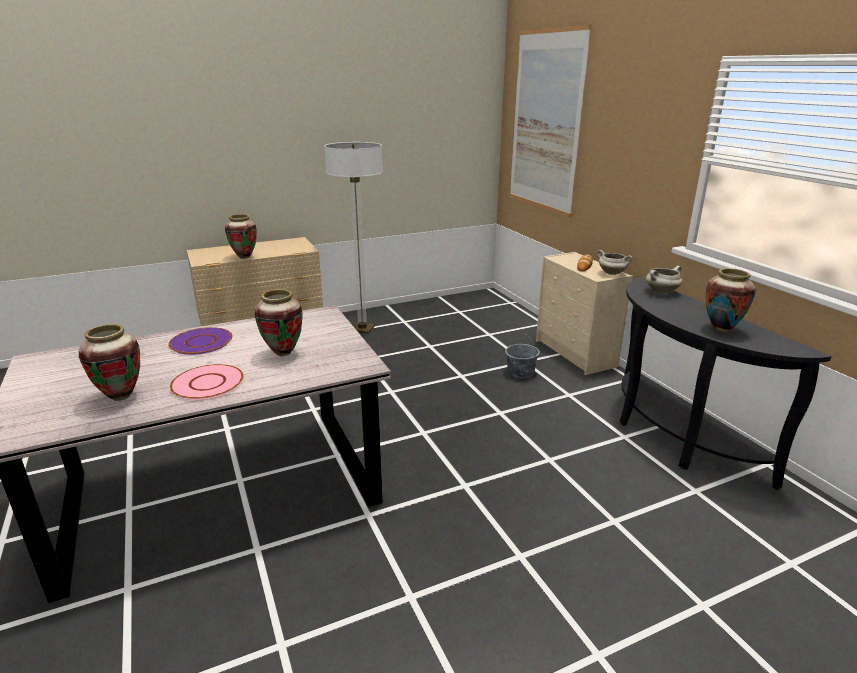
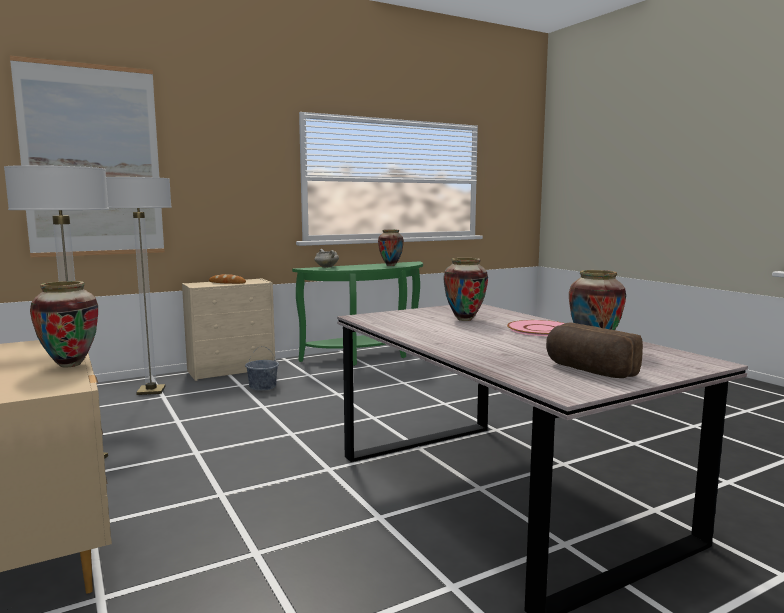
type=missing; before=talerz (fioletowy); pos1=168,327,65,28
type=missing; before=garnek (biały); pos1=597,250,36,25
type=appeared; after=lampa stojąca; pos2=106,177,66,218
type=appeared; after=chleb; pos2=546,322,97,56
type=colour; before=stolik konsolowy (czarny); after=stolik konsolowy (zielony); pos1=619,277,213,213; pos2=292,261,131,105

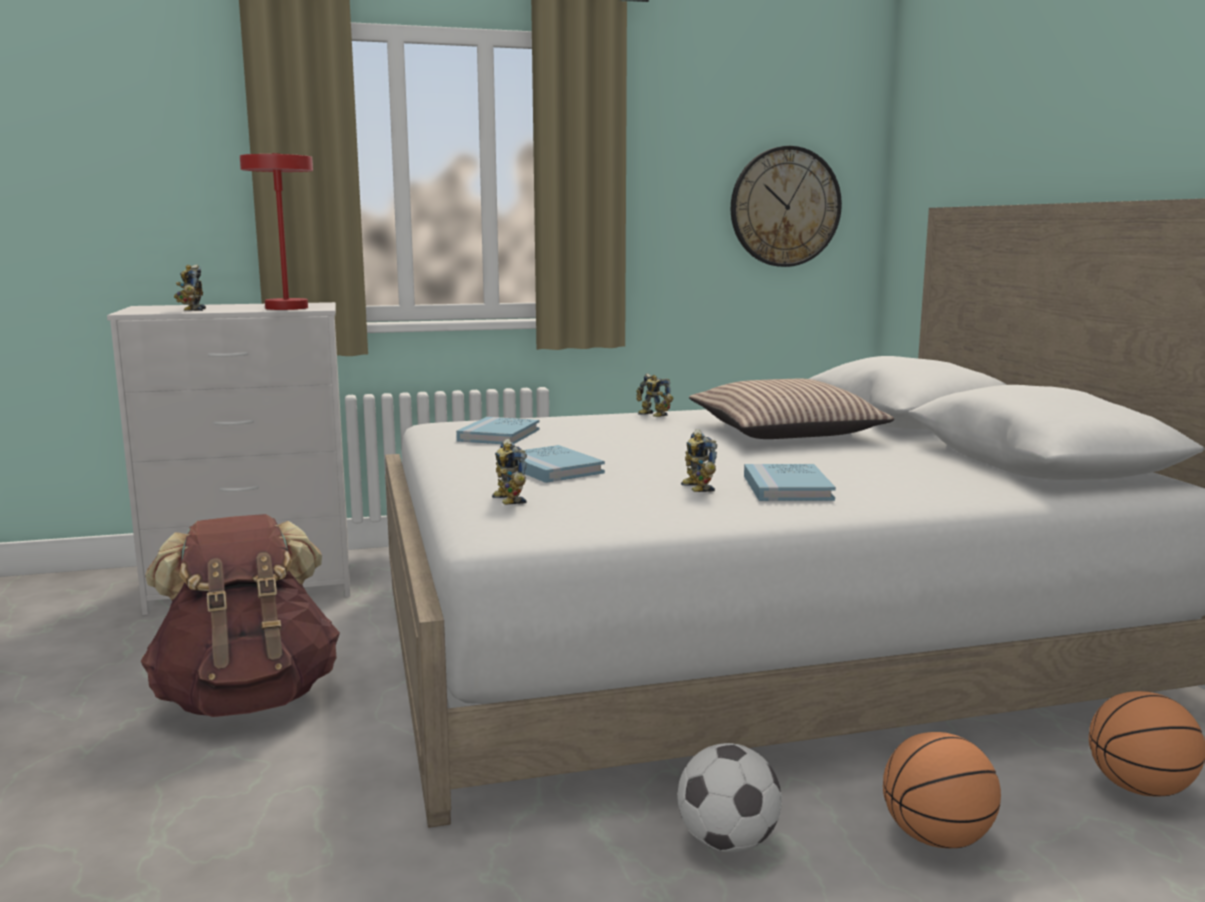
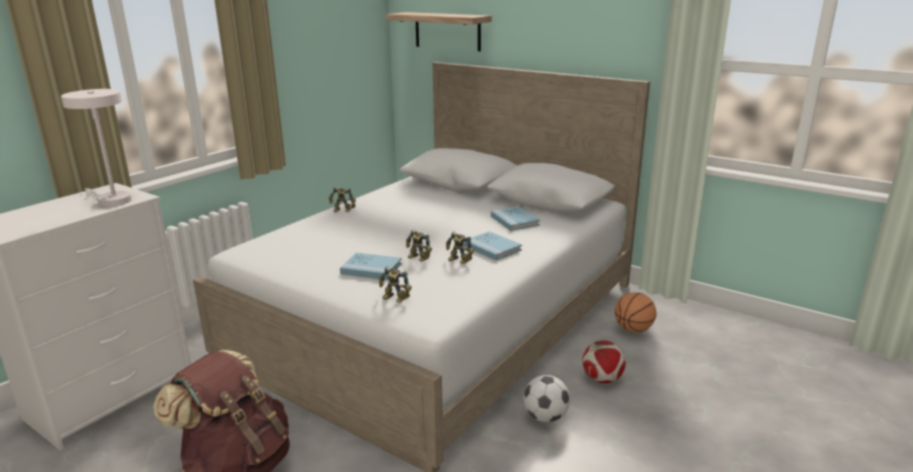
type=missing; before=poduszka; pos1=689,379,205,60
type=missing; before=zegar ścienny; pos1=731,146,111,121
type=appeared; after=półka; pos2=386,12,106,39
type=relocated; before=robot zabawkowy; pos1=174,265,32,46; pos2=406,229,26,33
type=relocated; before=książka (niebieski); pos1=456,417,84,27; pos2=491,207,49,24
type=exchanged; before=piłka do koszykówki; after=piłka futbolowa; pos1=883,732,118,116; pos2=582,341,44,42
type=colour; before=lampa stołowa (czerwony); after=lampa stołowa (biały); pos1=240,153,73,157; pos2=61,89,71,118

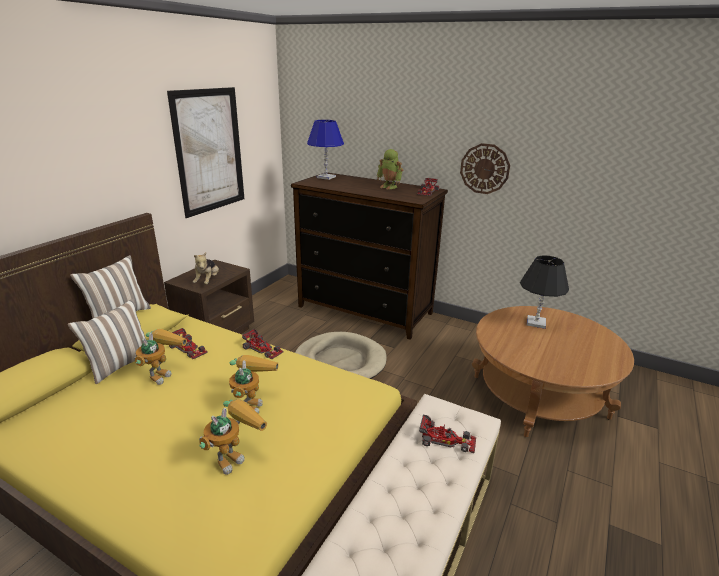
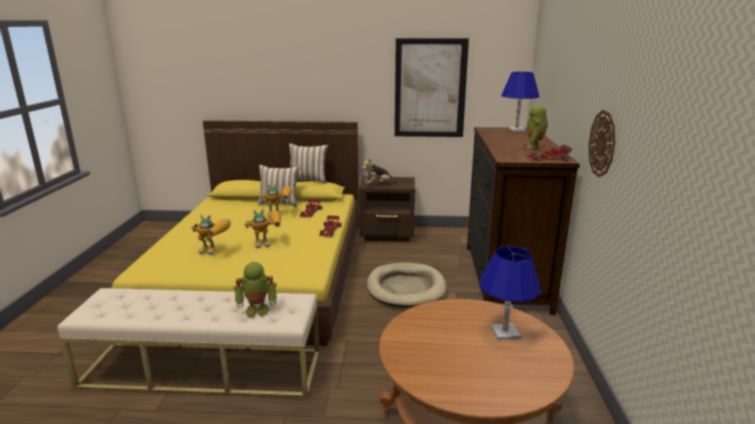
type=exchanged; before=samochodzik; after=robot zabawkowy; pos1=419,415,57,38; pos2=234,262,43,56
type=colour; before=lampa stołowa (czarny); after=lampa stołowa (niebieski); pos1=520,255,49,74; pos2=480,246,62,95

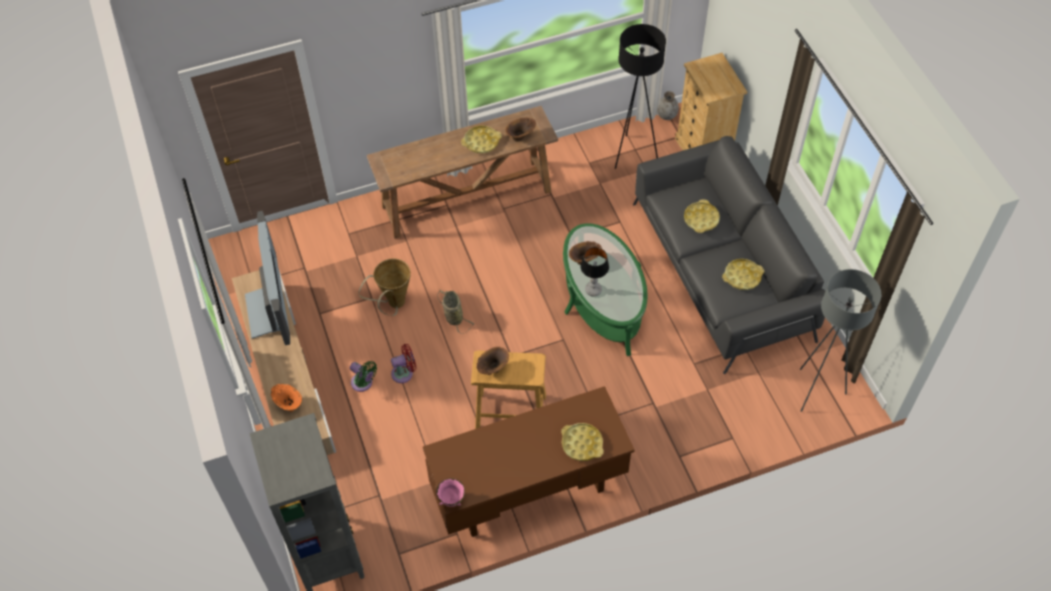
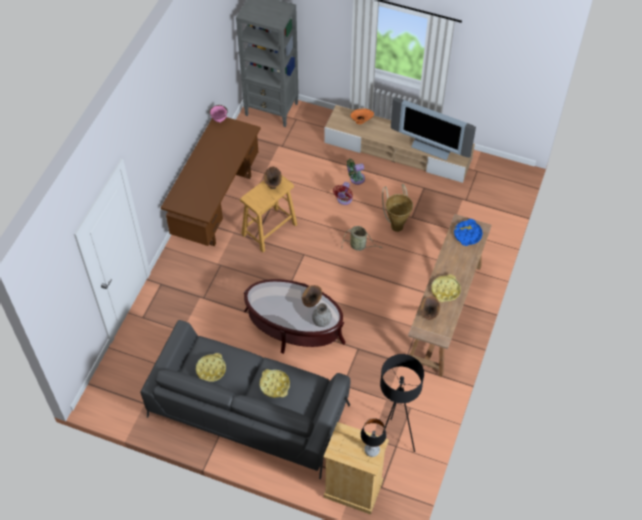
type=missing; before=taca (żółty); pos1=561,423,43,38
type=missing; before=lampa stojąca (szary); pos1=800,269,81,143
type=appeared; after=taca (niebieski); pos2=454,219,29,27
type=relocated; before=lampa stołowa; pos1=581,247,28,49; pos2=361,418,26,39
type=relocated; before=wazon (szary); pos1=657,91,22,29; pos2=312,303,20,24
type=colour; before=ława (zielony); after=ława (brązowy); pos1=563,223,85,133; pos2=244,279,101,75

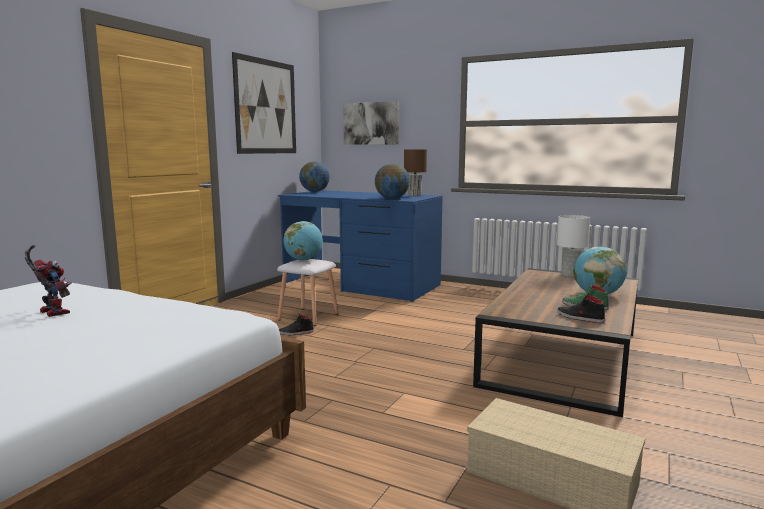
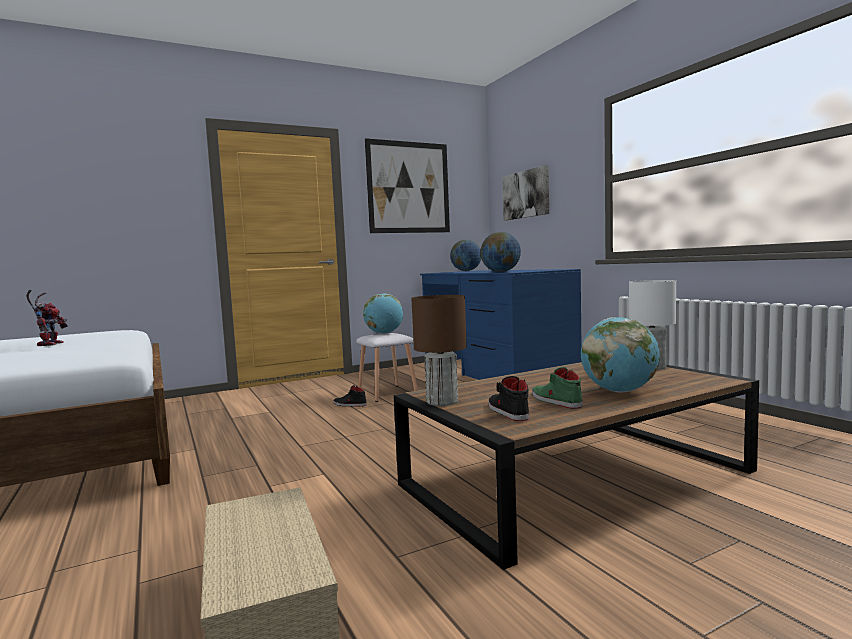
type=relocated; before=lampa stołowa (brązowy); pos1=404,150,23,46; pos2=411,295,56,111

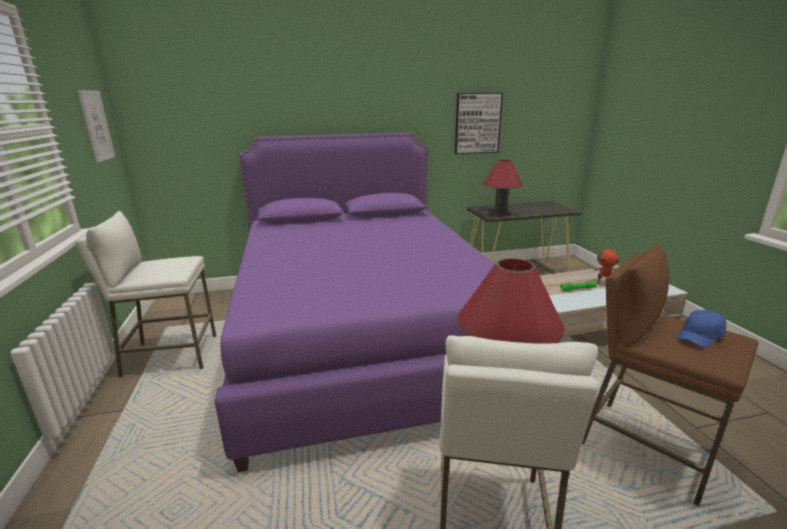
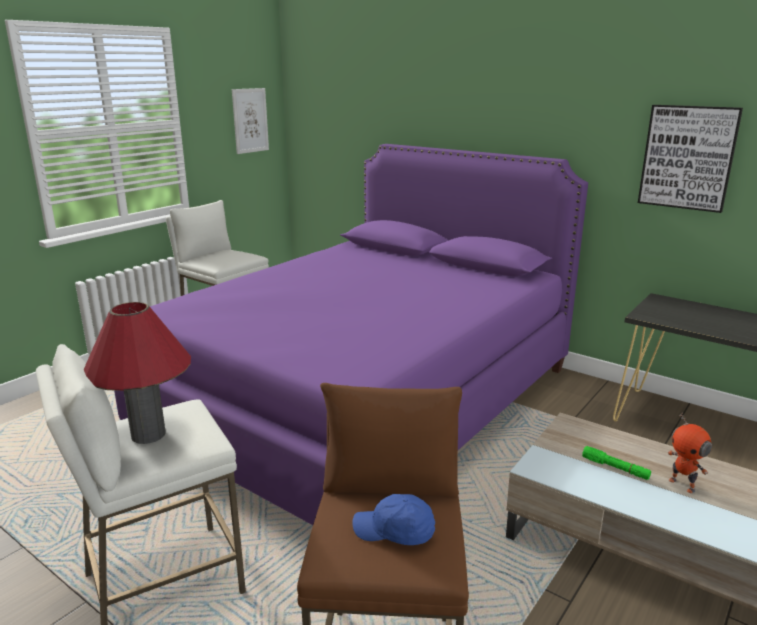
type=missing; before=lampa stołowa (czerwony); pos1=483,160,40,55

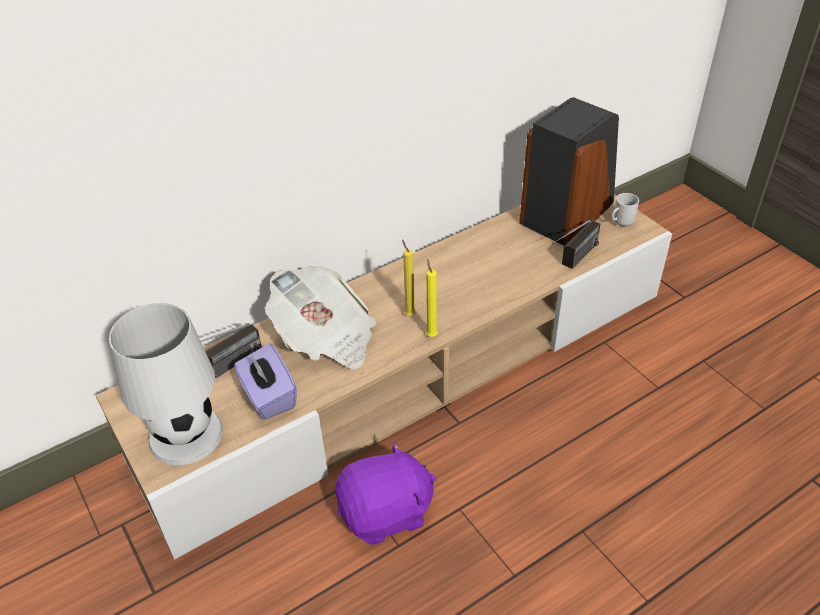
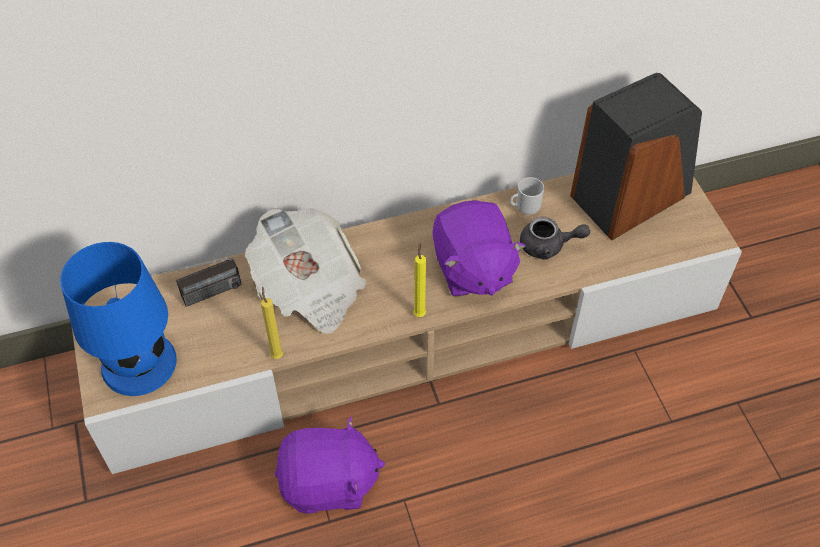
type=missing; before=pudełko chusteczek (fioletowy); pos1=234,343,63,77
type=missing; before=radio; pos1=552,220,48,49
type=appeared; after=pluszak (fioletowy); pos2=432,200,94,97
type=appeared; after=imbryk (szary); pos2=520,217,70,43
type=relocated; before=świeca (żółty); pos1=402,239,14,77; pos2=261,286,22,73
type=relocated; before=kubek; pos1=612,193,27,33; pos2=510,177,34,38
type=colour; before=lampa stołowa (biały); after=lampa stołowa (niebieski); pos1=109,303,114,162; pos2=60,242,117,154

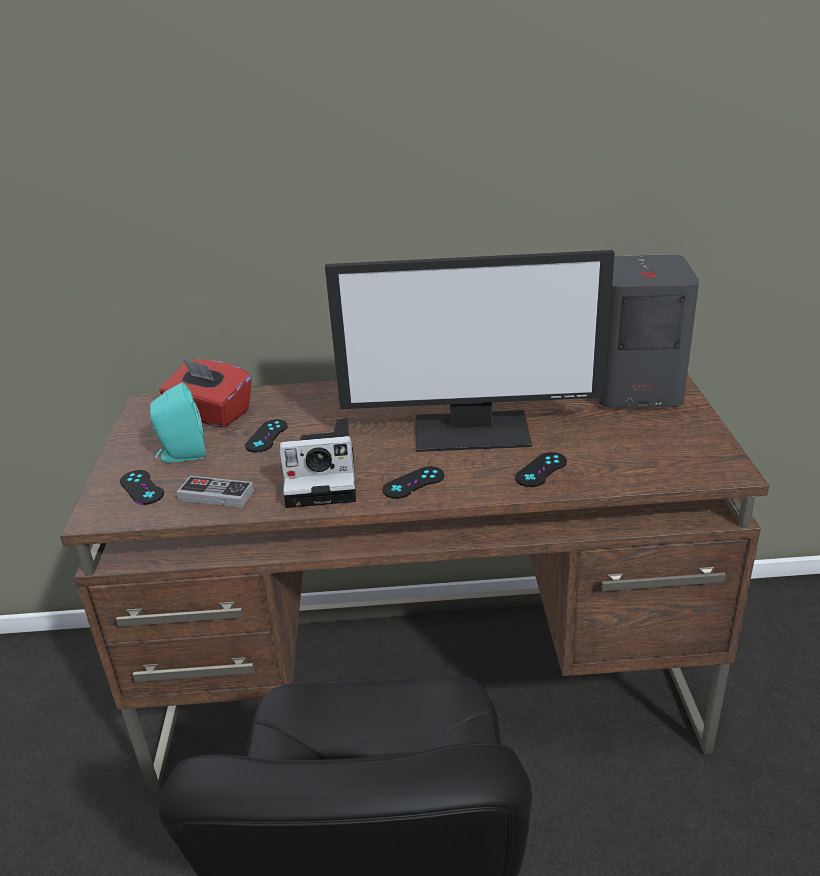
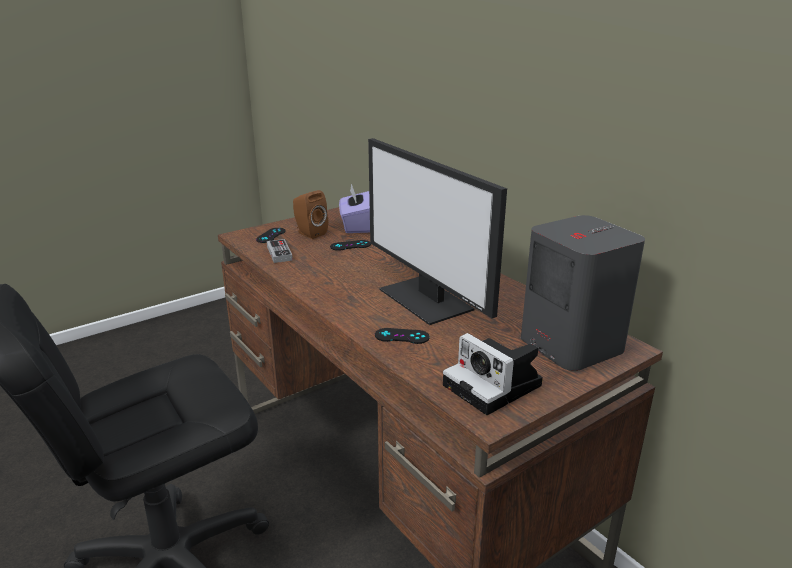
type=missing; before=pad do gier (czarny); pos1=383,466,61,33
type=relocated; before=aparat fotograficzny; pos1=279,418,77,90; pos2=443,333,100,82
type=colour; before=głośnik (turkusowy); after=głośnik (brązowy); pos1=150,383,56,80; pos2=293,190,35,49
type=colour; before=pudełko chusteczek (czerwony); after=pudełko chusteczek (fioletowy); pos1=160,358,92,70; pos2=339,184,31,49

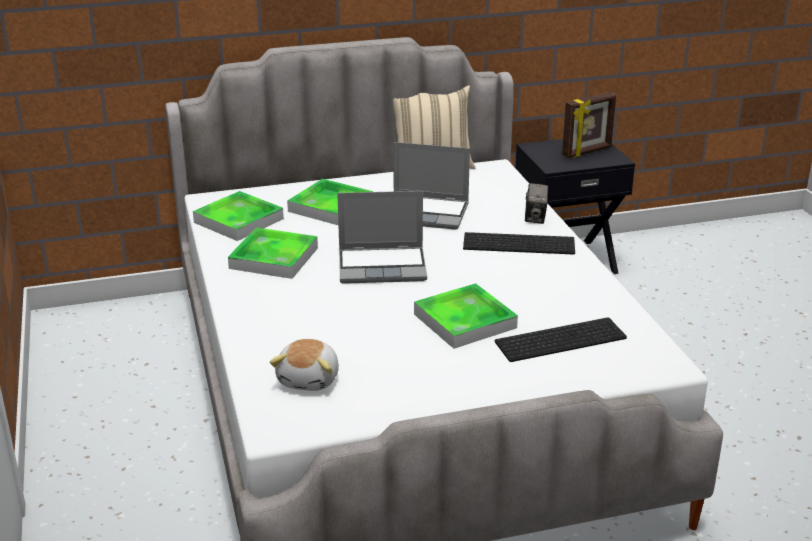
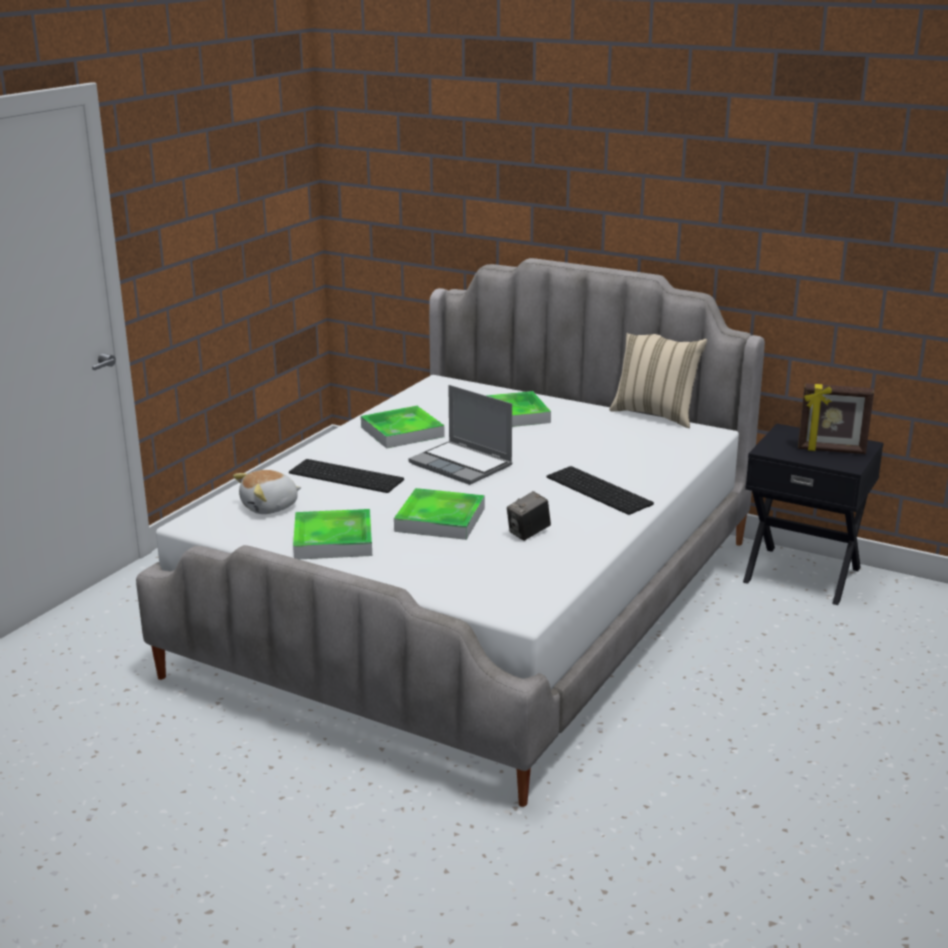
type=missing; before=laptop; pos1=393,142,77,88
type=relocated; before=taca; pos1=193,191,91,50; pos2=293,509,79,50
type=relocated; before=klawiatura; pos1=495,317,132,45; pos2=289,459,115,34
type=relocated; before=aparat fotograficzny; pos1=525,183,23,41; pos2=507,491,44,50

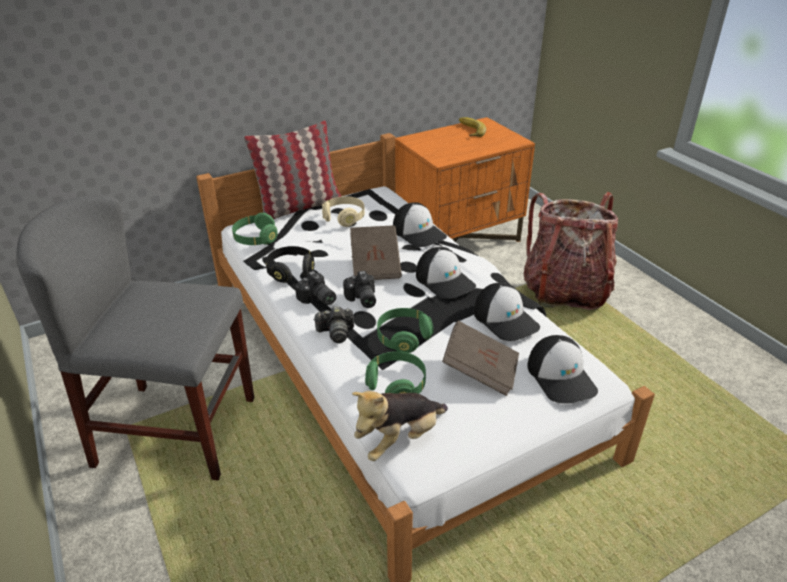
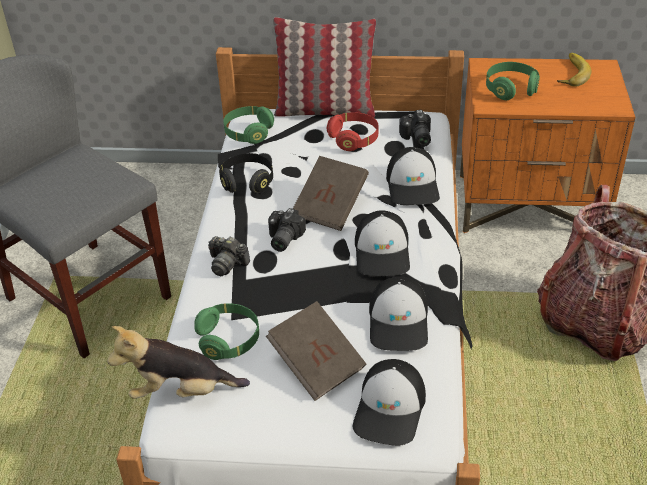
type=relocated; before=aparat fotograficzny; pos1=295,271,41,34; pos2=399,110,32,37
type=relocated; before=słuchawki (zielony); pos1=377,308,57,45; pos2=486,62,54,38
type=colour; before=słuchawki (beżowy); after=słuchawki (czerwony); pos1=322,196,43,31; pos2=327,112,51,39

